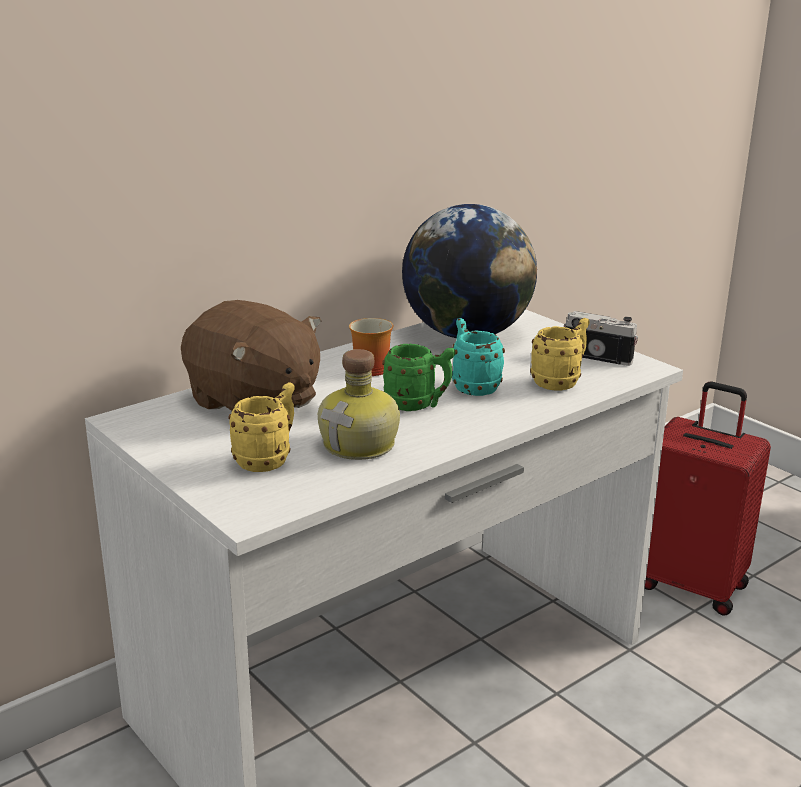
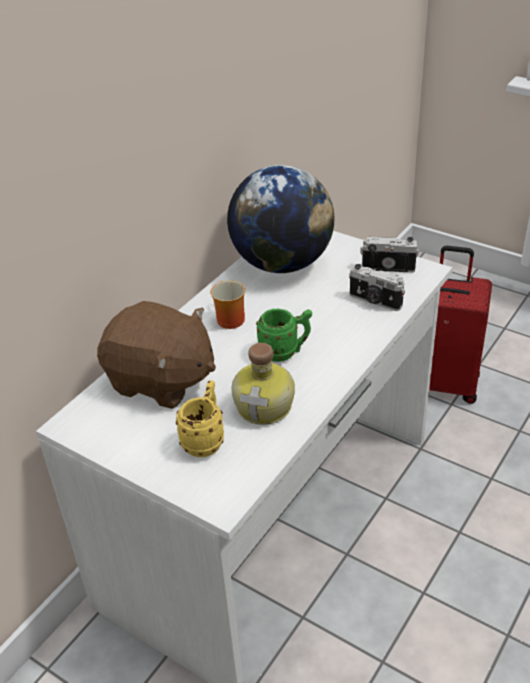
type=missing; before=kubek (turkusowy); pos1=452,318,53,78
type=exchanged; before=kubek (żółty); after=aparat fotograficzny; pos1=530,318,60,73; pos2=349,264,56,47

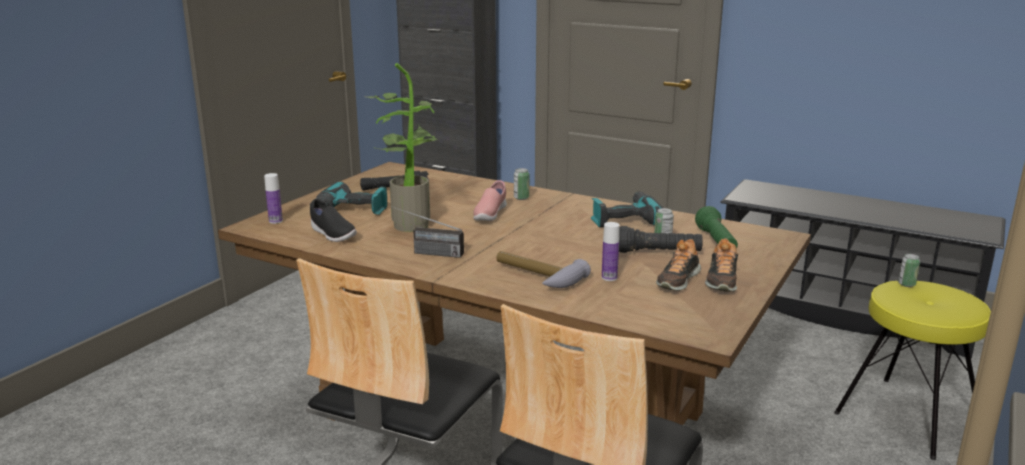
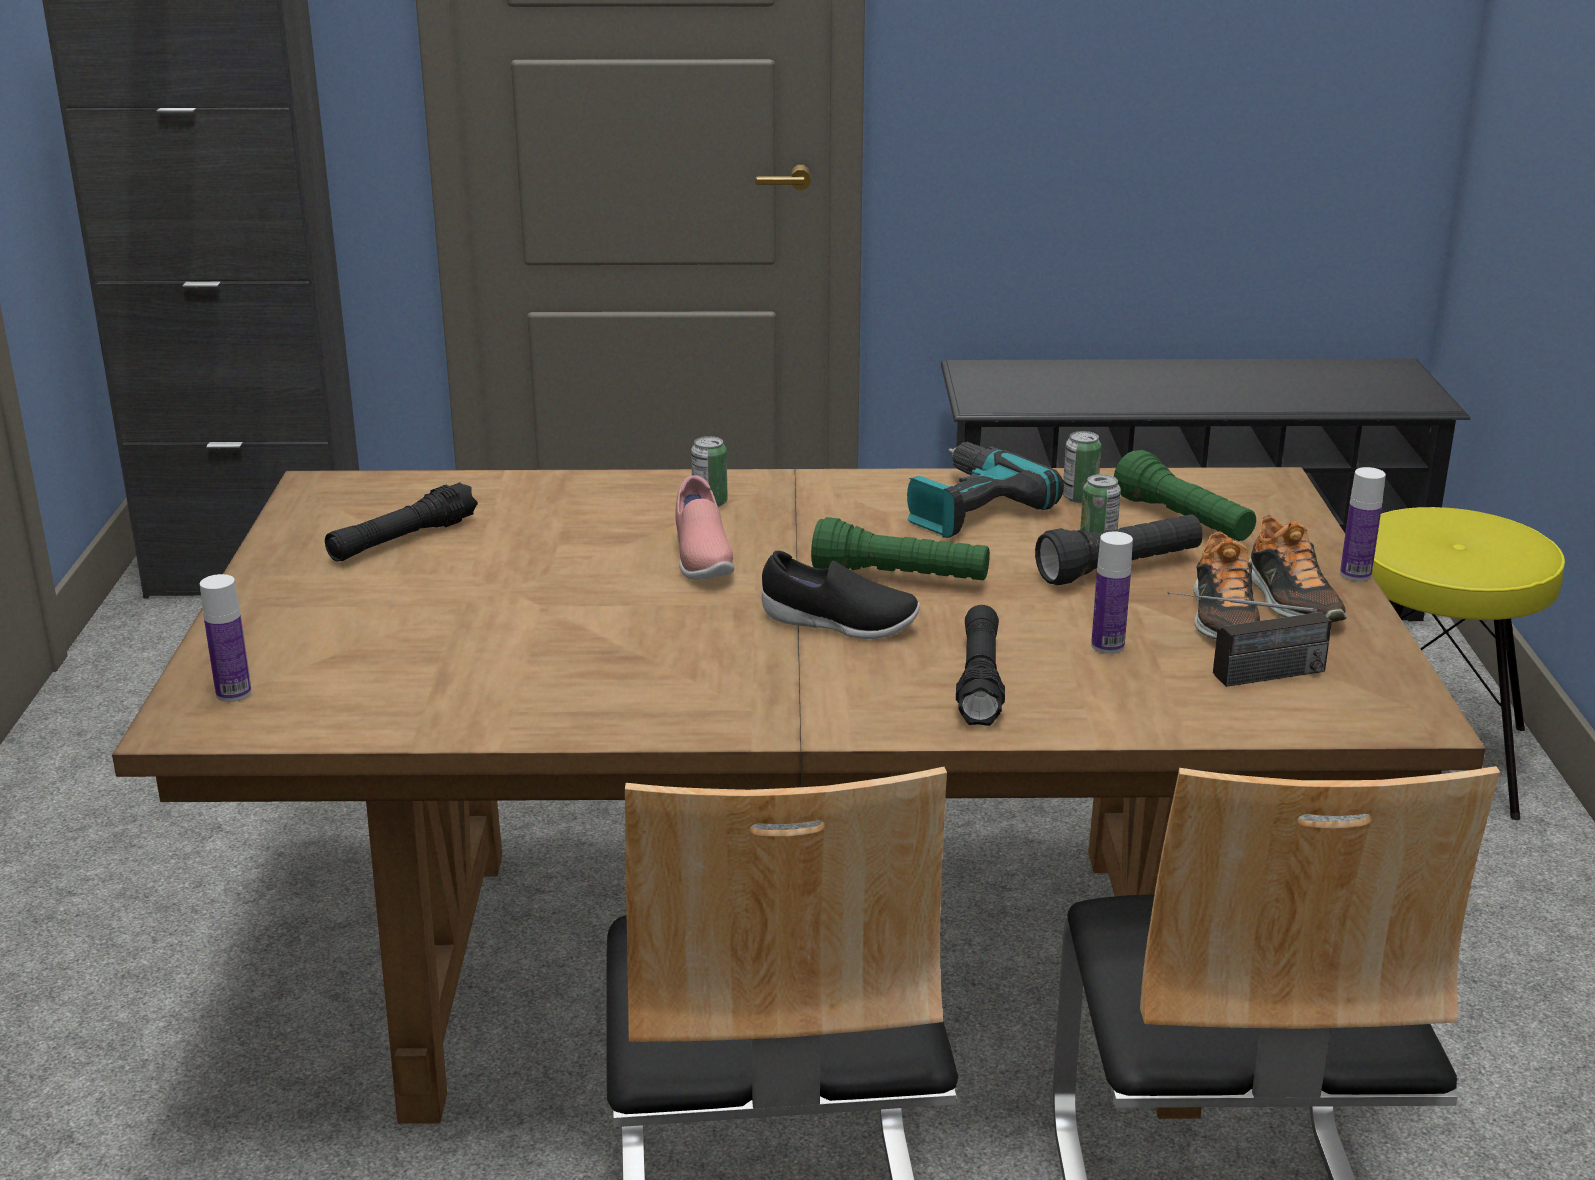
type=missing; before=wiertarka; pos1=310,182,77,33
type=missing; before=roślina doniczkowa; pos1=367,63,71,169
type=appeared; after=latarka (zielony); pos2=811,517,179,64
type=appeared; after=butelka; pos2=1340,467,46,114
type=relocated; before=but (czarny); pos1=310,199,47,43; pos2=762,551,158,88
type=relocated; before=radio; pos1=391,206,73,52; pos2=1167,591,165,96
type=relocated; before=puszka; pos1=898,254,22,33; pos2=1063,431,38,72
type=exchanged; before=młotek; after=latarka (czarny); pos1=496,251,95,37; pos2=956,605,49,121

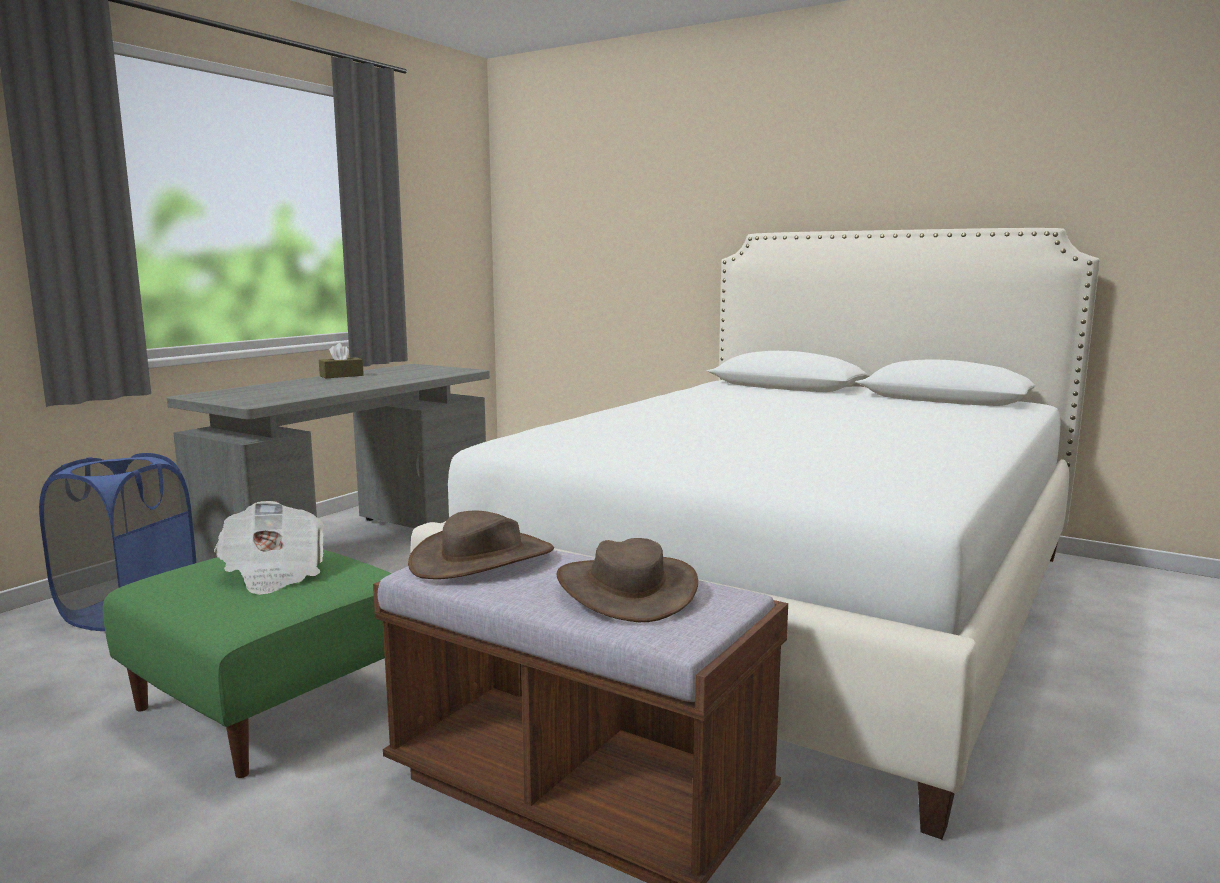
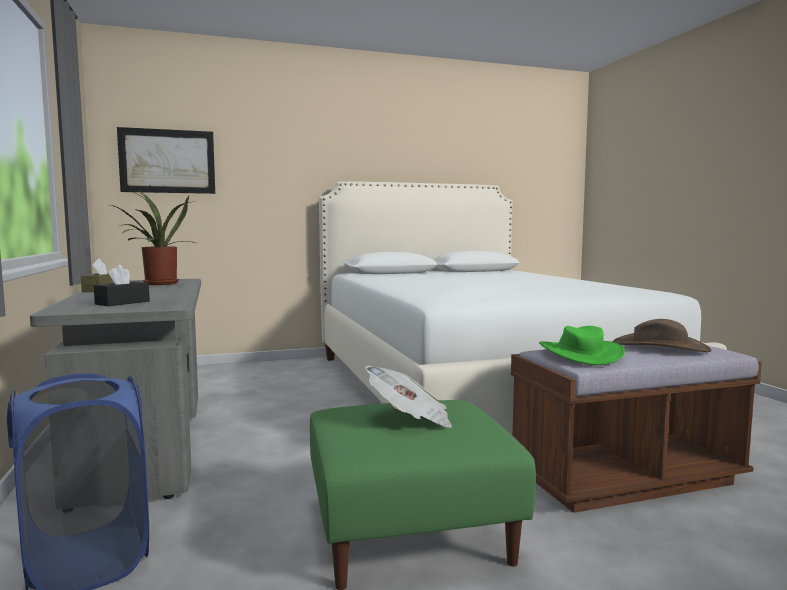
type=appeared; after=pudełko chusteczek (czarny); pos2=94,265,56,41
type=appeared; after=roślina doniczkowa; pos2=111,190,85,95
type=appeared; after=obraz; pos2=117,127,98,67
type=colour; before=kapelusz (brązowy); after=kapelusz (zielony); pos1=408,510,146,69; pos2=539,326,86,39

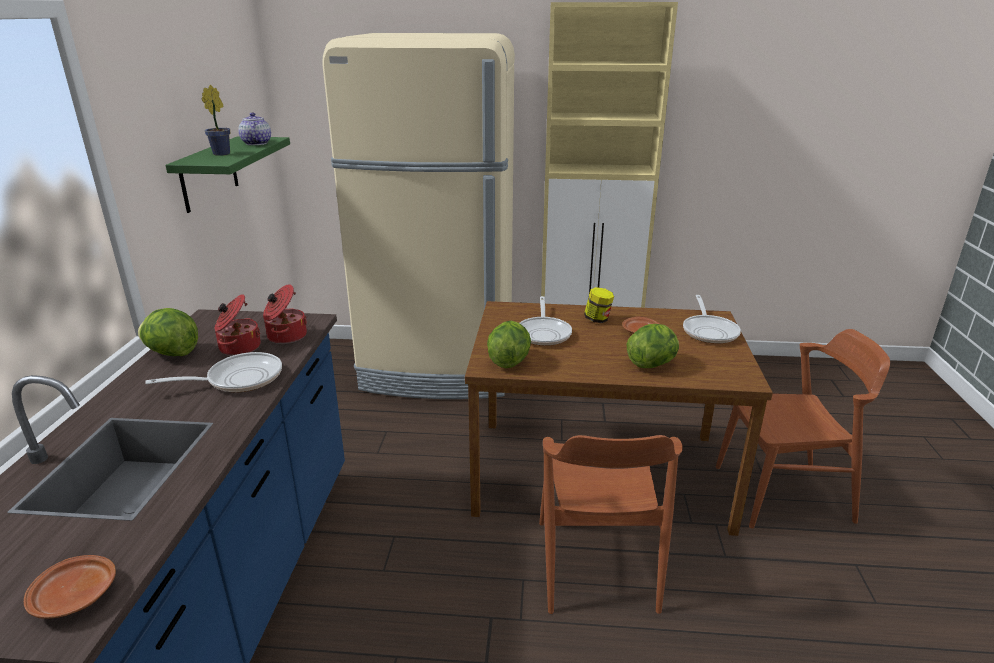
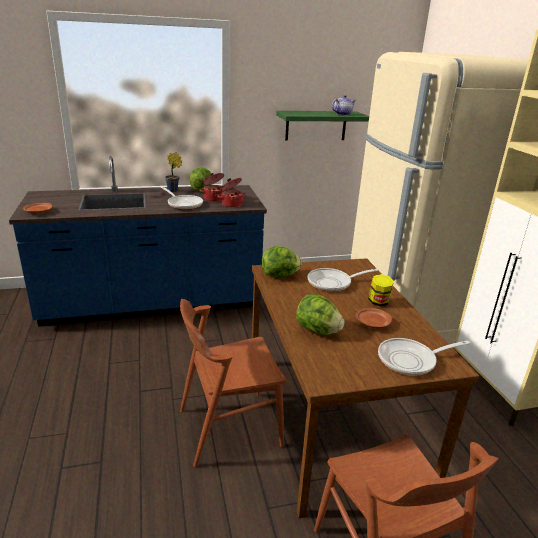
type=relocated; before=roślina doniczkowa; pos1=201,85,29,71; pos2=165,152,17,40

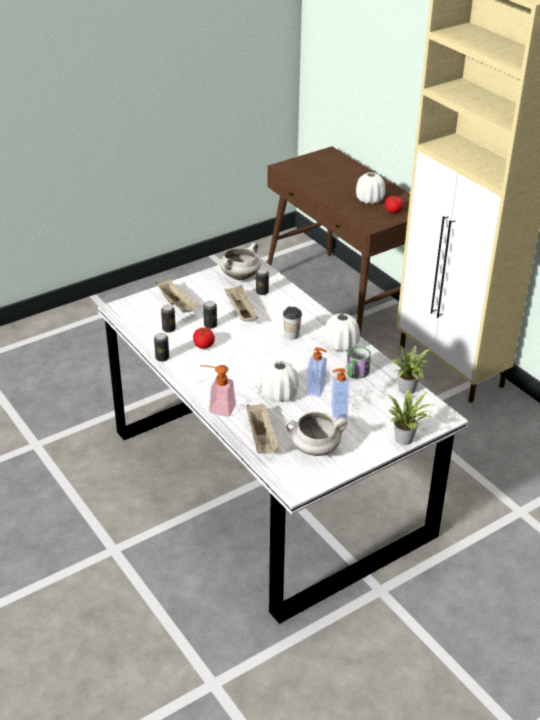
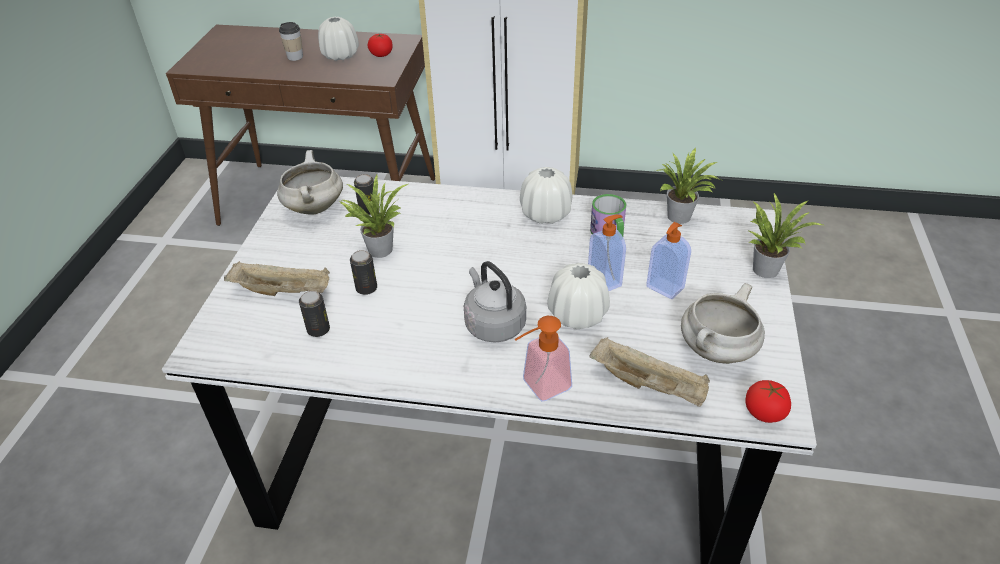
type=missing; before=puszka; pos1=154,333,15,29
type=appeared; after=czajnik (szary); pos2=464,261,62,82
type=relocated; before=pomidor; pos1=193,327,22,22; pos2=745,380,46,43
type=relocated; before=filiżanka; pos1=283,307,19,33; pos2=279,22,24,39
type=exchanged; before=taca (beżowy); after=roślina doniczkowa; pos1=225,285,33,36; pos2=339,175,69,83

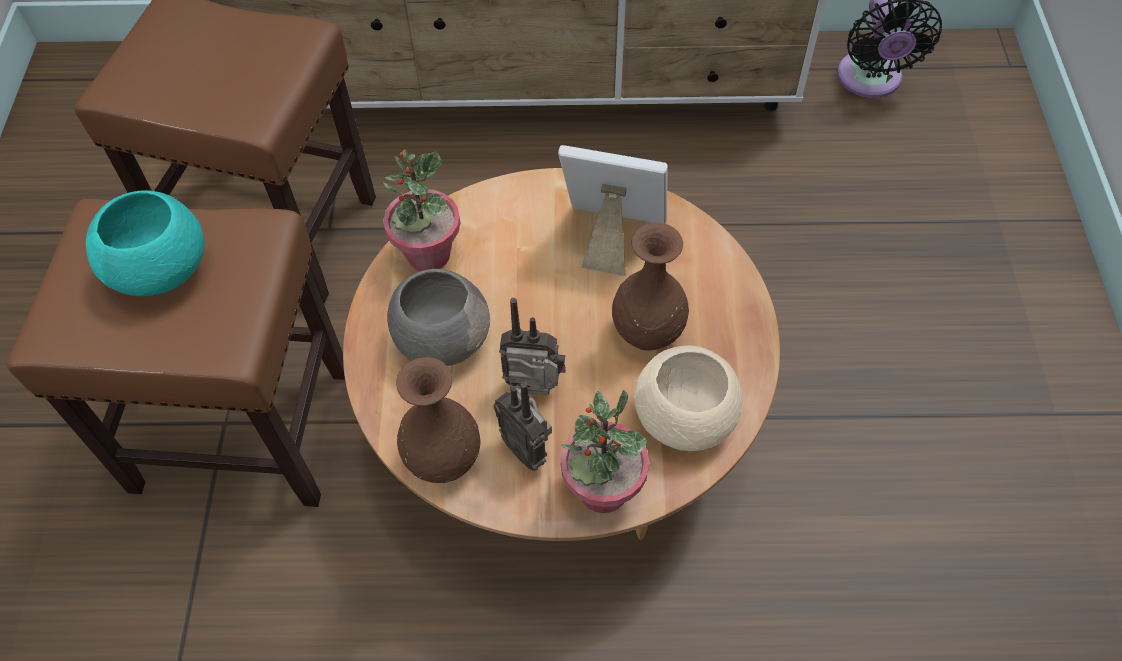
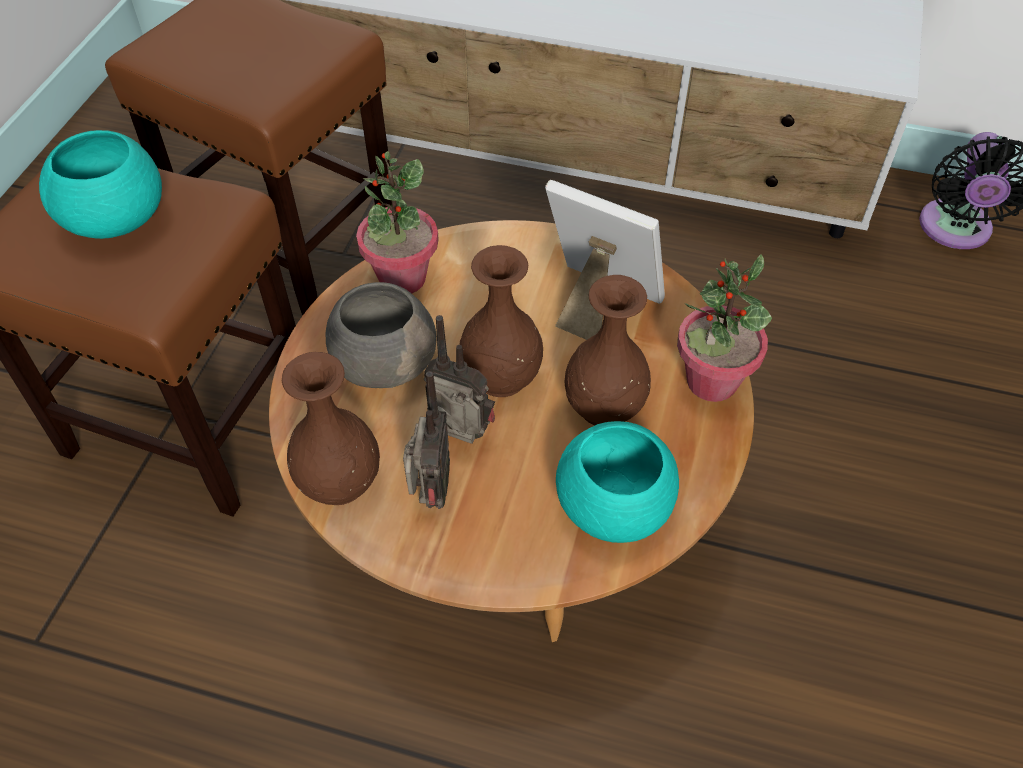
type=appeared; after=wazon (brązowy); pos2=460,245,83,152
type=relocated; before=roślina doniczkowa; pos1=560,390,89,123; pos2=677,254,95,148
type=colour; before=miska (beżowy); after=miska (turkusowy); pos1=634,345,108,106; pos2=556,421,123,122
type=spun; before=radio; pos1=494,382,58,89; pos2=403,371,47,138; turn=-150

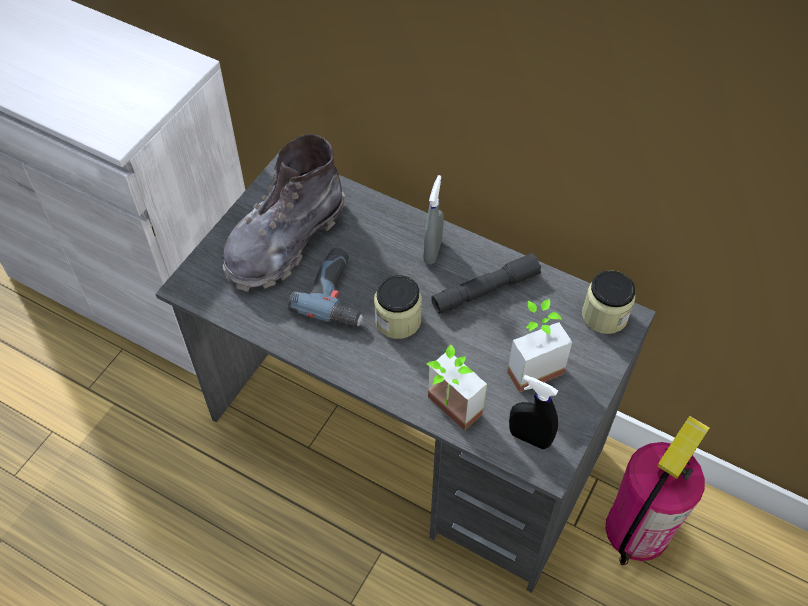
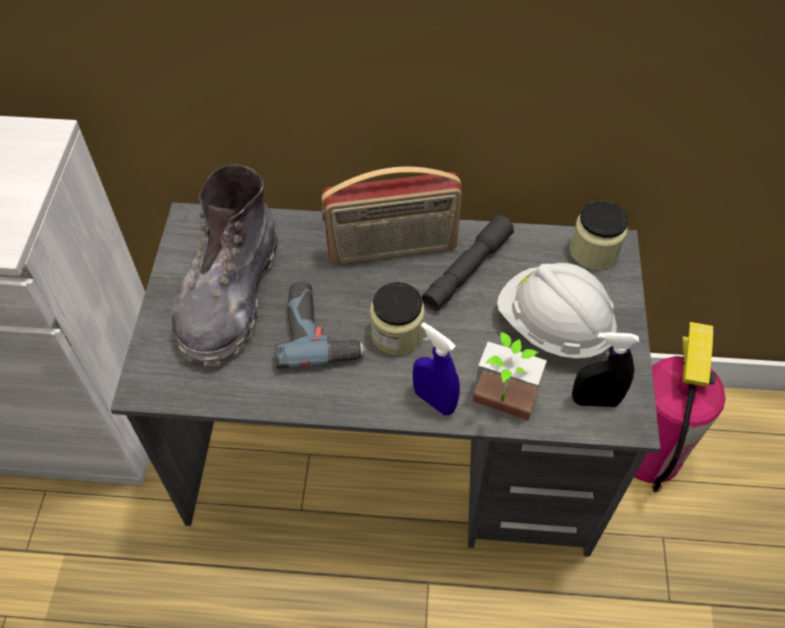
type=appeared; after=spryskiwacz (niebieski); pos2=413,322,47,93
type=exchanged; before=spryskiwacz (szary); after=radio; pos1=423,175,21,89; pos2=322,167,140,98
type=exchanged; before=roślina doniczkowa; after=kask (biały); pos1=507,299,65,93; pos2=497,263,120,97

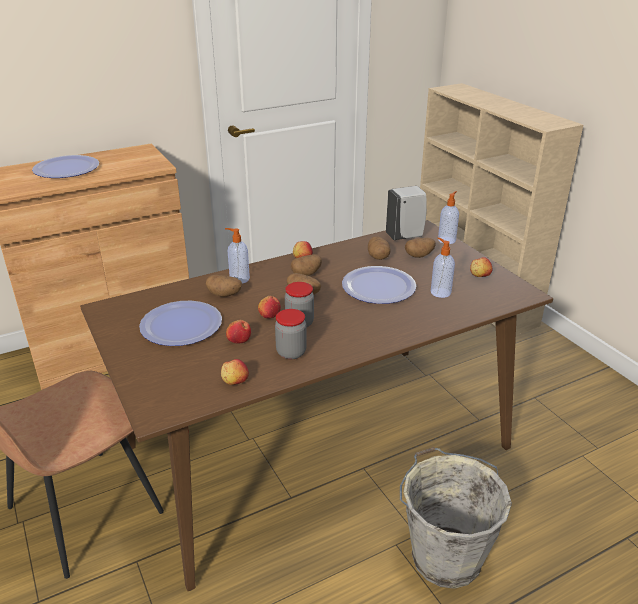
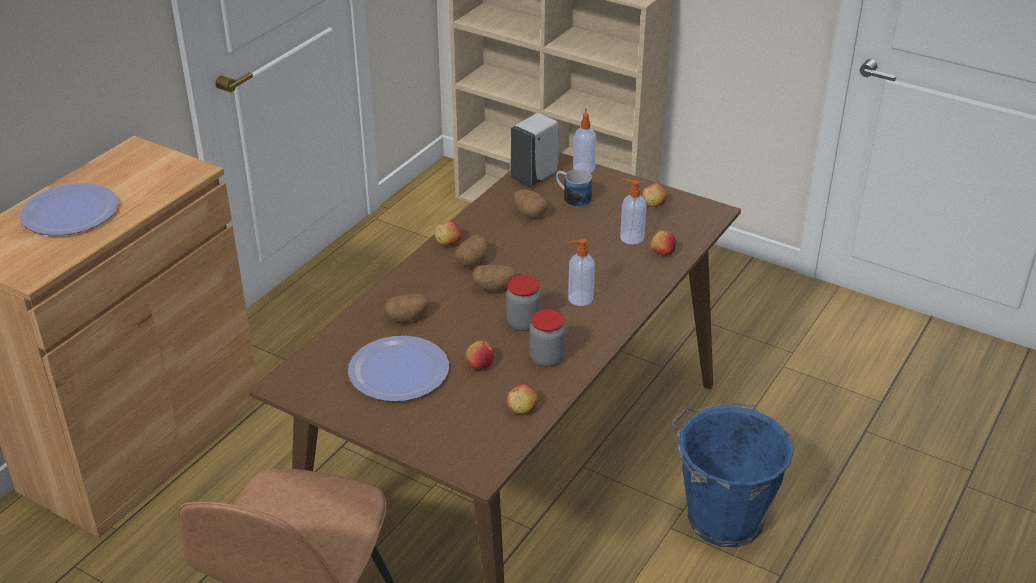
type=missing; before=talerz; pos1=342,266,74,38
type=relocated; before=dozownik mydła; pos1=225,228,25,56; pos2=567,239,28,67
type=relocated; before=jabłko; pos1=258,296,23,22; pos2=651,230,25,26
type=exchanged; before=ziemniak; after=kubek; pos1=405,238,31,20; pos2=556,169,36,39
type=colour; before=wiadro (szary); after=wiadro (niebieski); pos1=400,447,112,142; pos2=671,403,123,144

